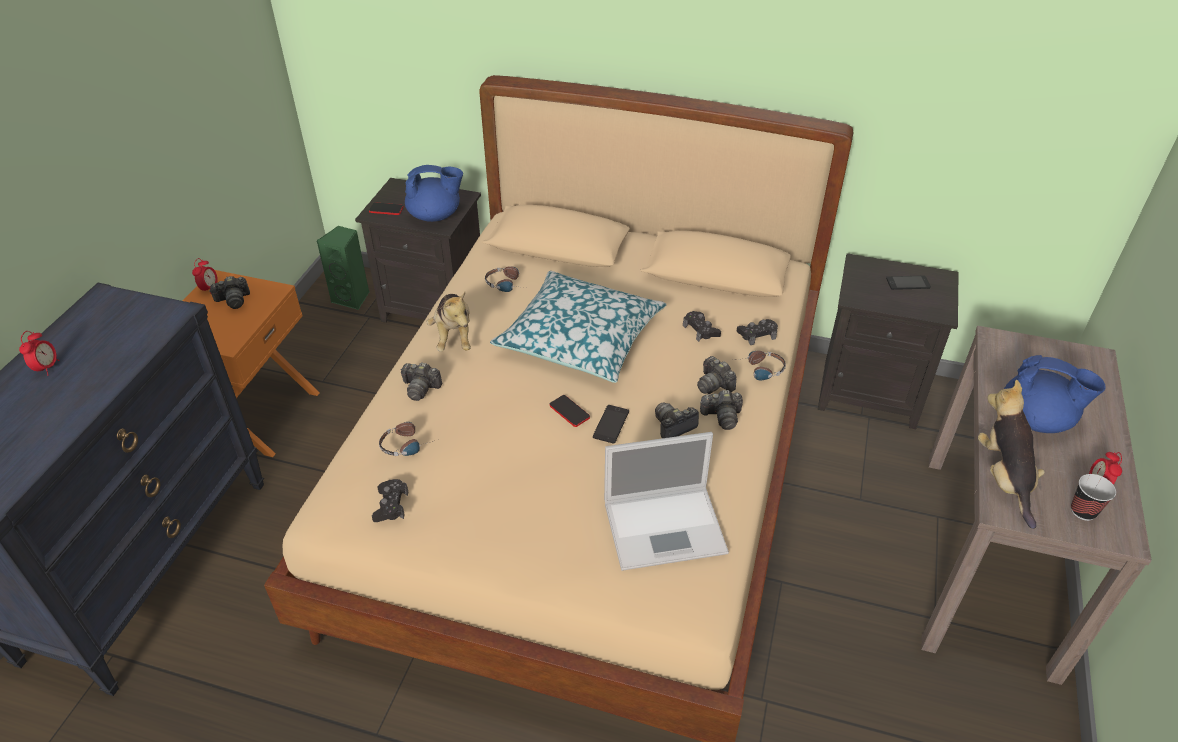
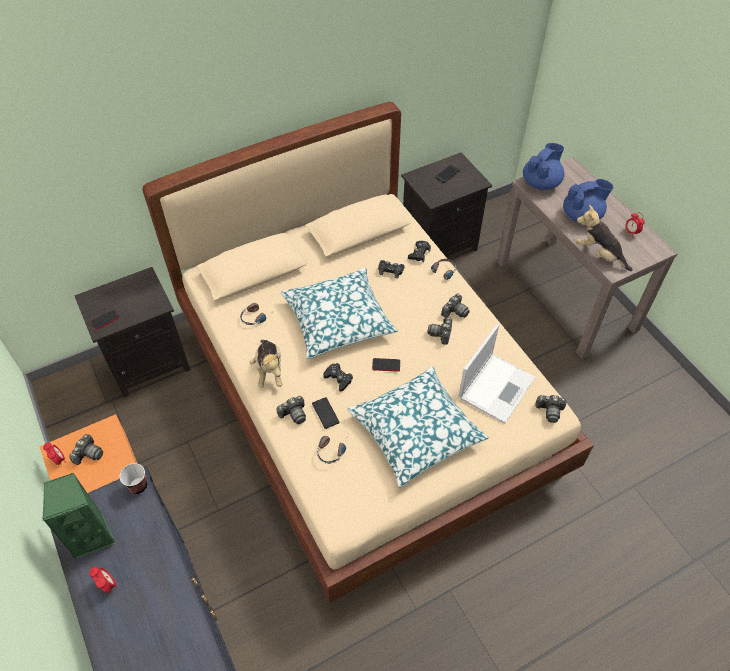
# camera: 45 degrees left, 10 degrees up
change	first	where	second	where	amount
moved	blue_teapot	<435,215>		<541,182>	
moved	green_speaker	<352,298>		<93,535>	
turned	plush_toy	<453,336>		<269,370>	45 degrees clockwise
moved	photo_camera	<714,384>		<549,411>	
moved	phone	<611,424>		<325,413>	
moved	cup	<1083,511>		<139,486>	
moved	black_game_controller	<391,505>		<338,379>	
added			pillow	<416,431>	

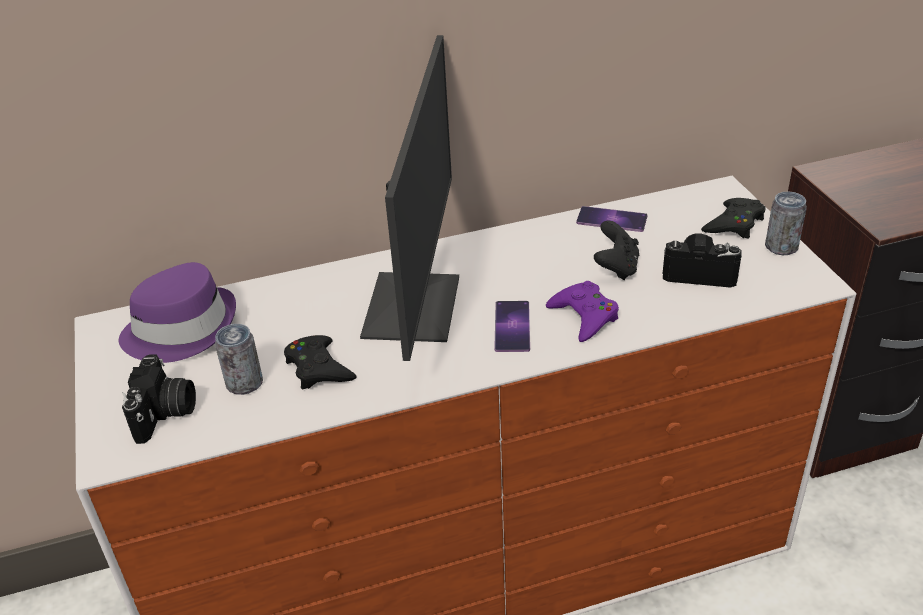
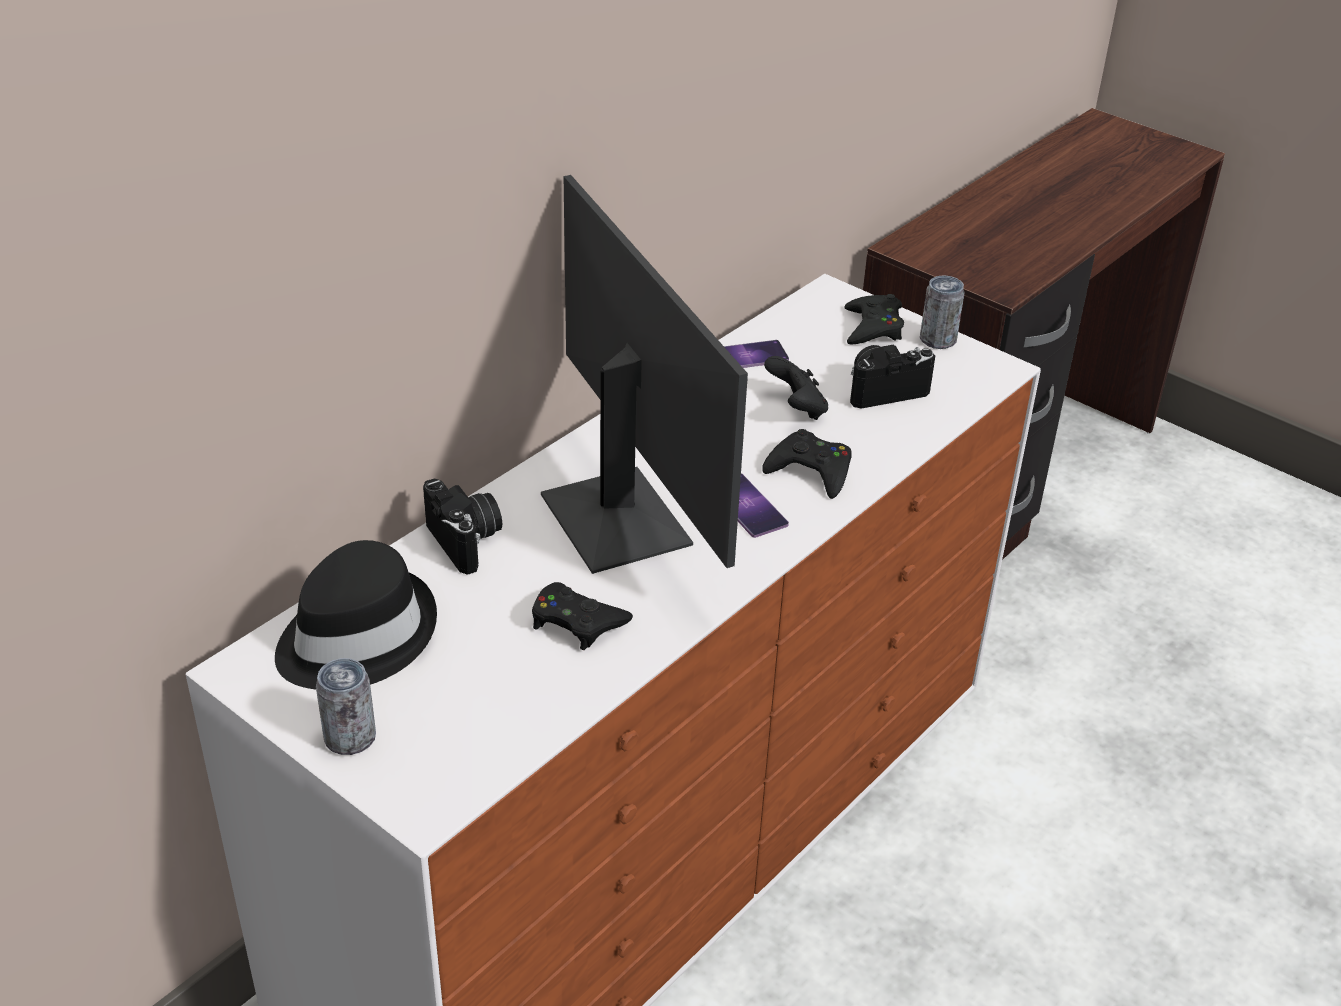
# camera: 35 degrees left, 0 degrees up
change	first	where	second	where	amount
recoloured	purple_hat	<181,329>	black_hat	<355,636>	
recoloured	purple_game_controller	<584,316>	black_game_controller	<811,471>	
moved	can	<244,383>		<350,738>	
moved	photo_camera	<165,414>		<467,541>	

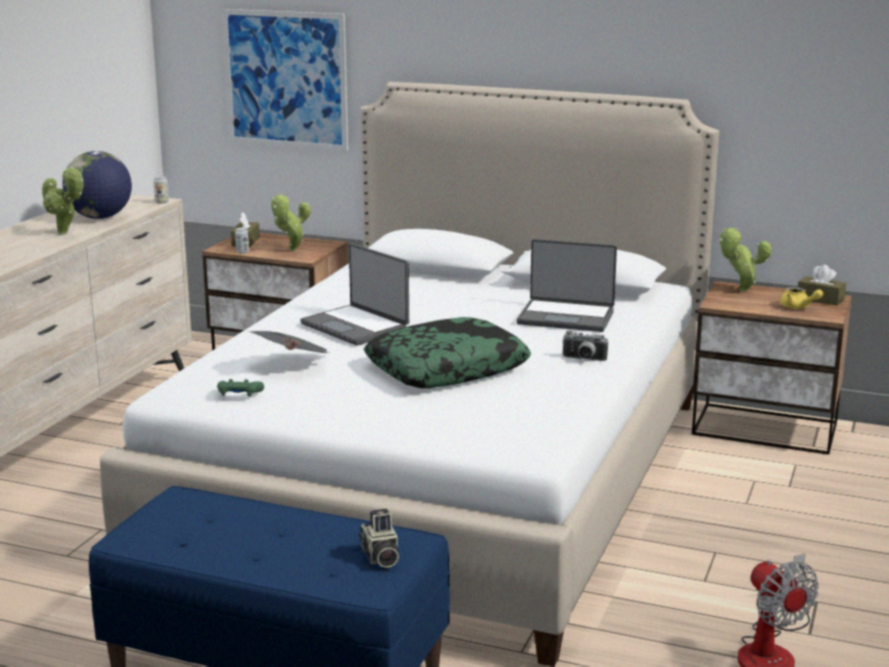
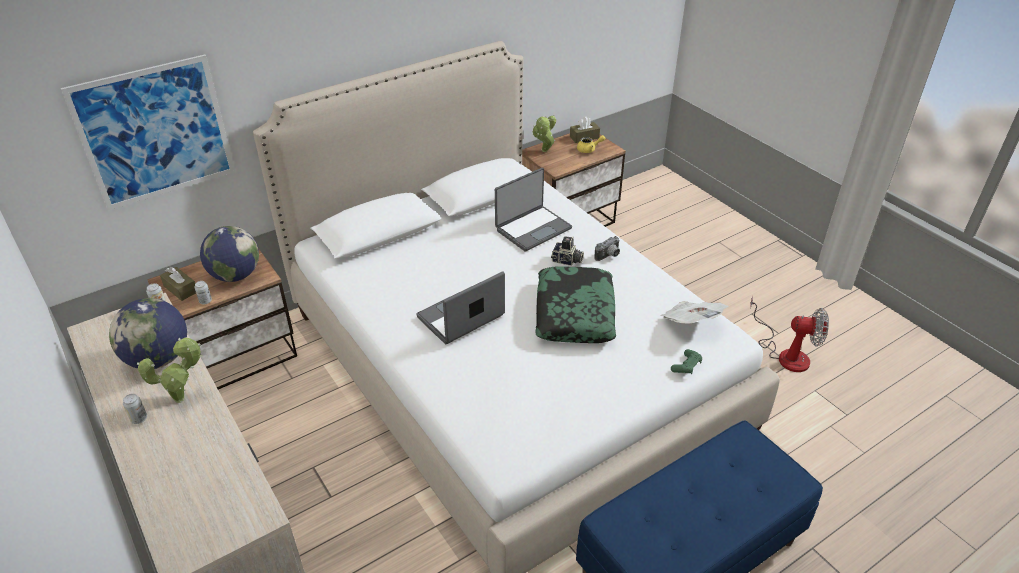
# camera: 55 degrees left, 20 degrees up
change	first	where	second	where	amount
replaced	potted_plant	<291,250>	globe	<235,275>	
turned	laptop	<356,326>		<461,317>	150 degrees clockwise
moved	newspaper	<294,364>		<691,323>	
moved	green_game_controller	<239,394>		<686,366>	
moved	photo_camera	<380,557>		<567,261>	
added			can	<139,419>	

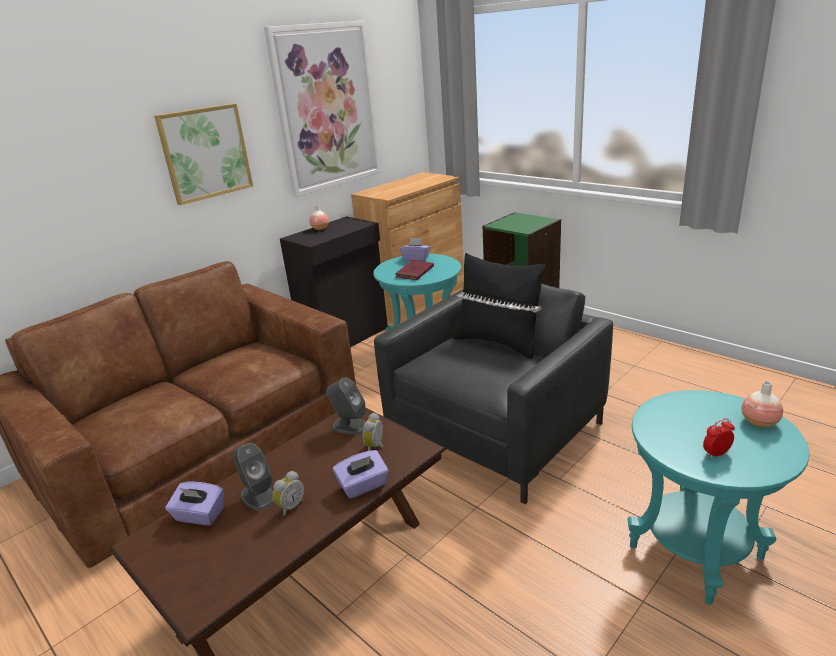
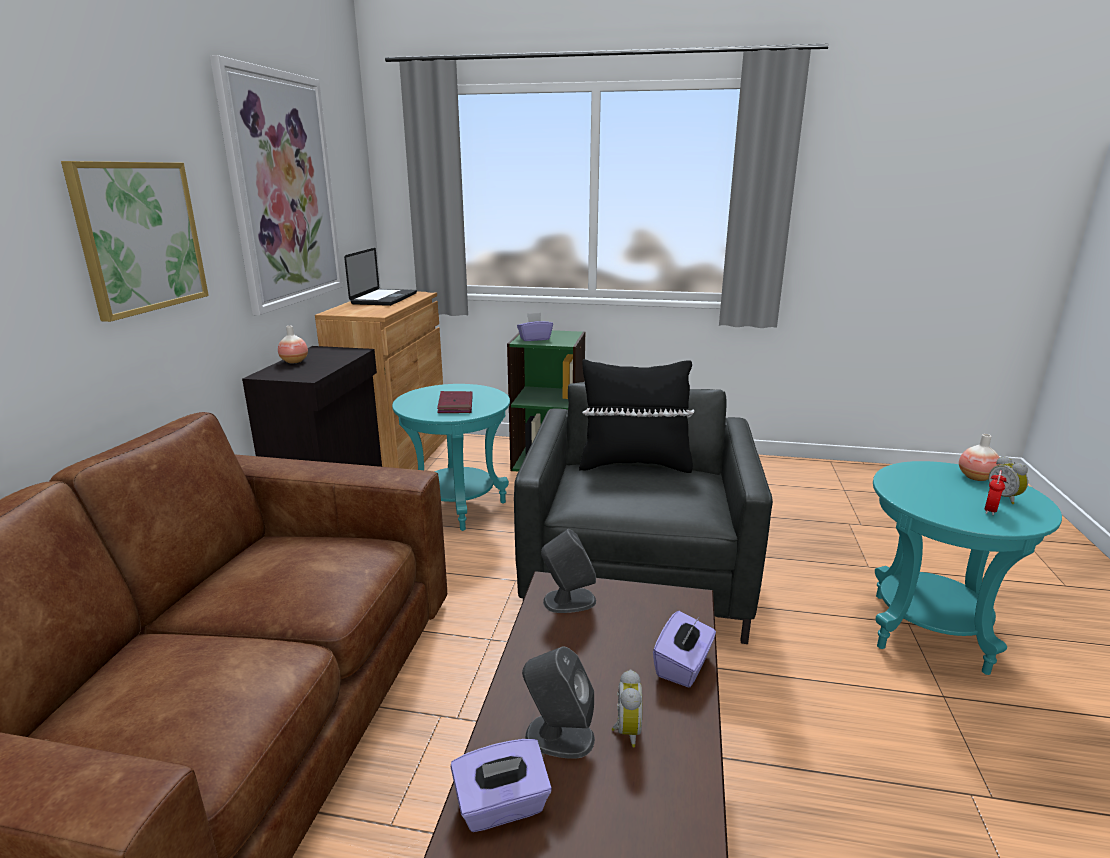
# camera: 35 degrees left, 5 degrees down
change	first	where	second	where	amount
moved	purple_tissue_box	<416,259>		<534,339>	
moved	alarm_clock	<376,446>		<1004,498>	
added			laptop	<384,299>	

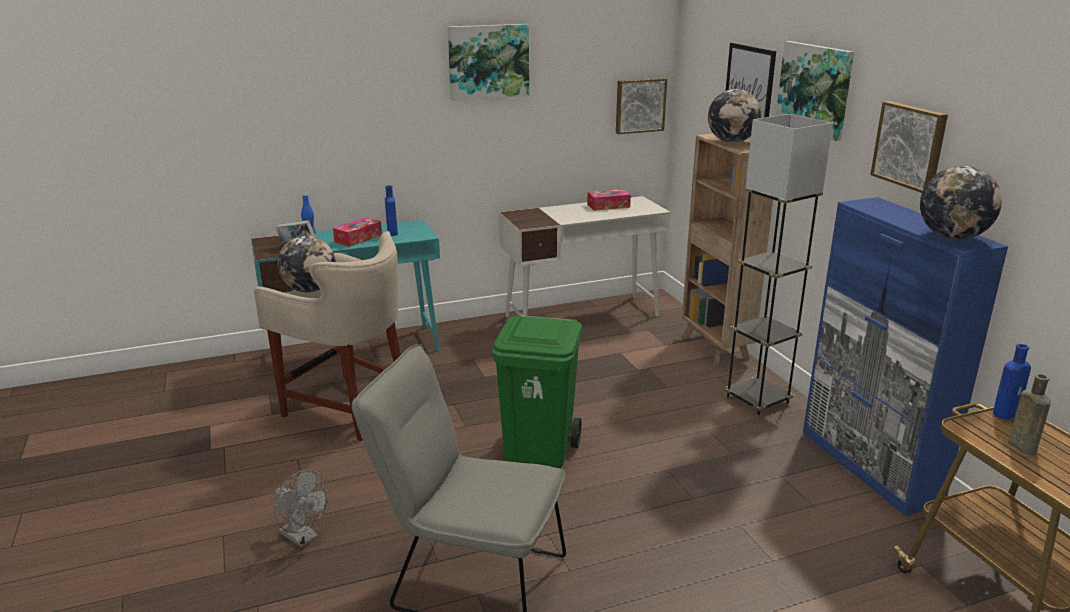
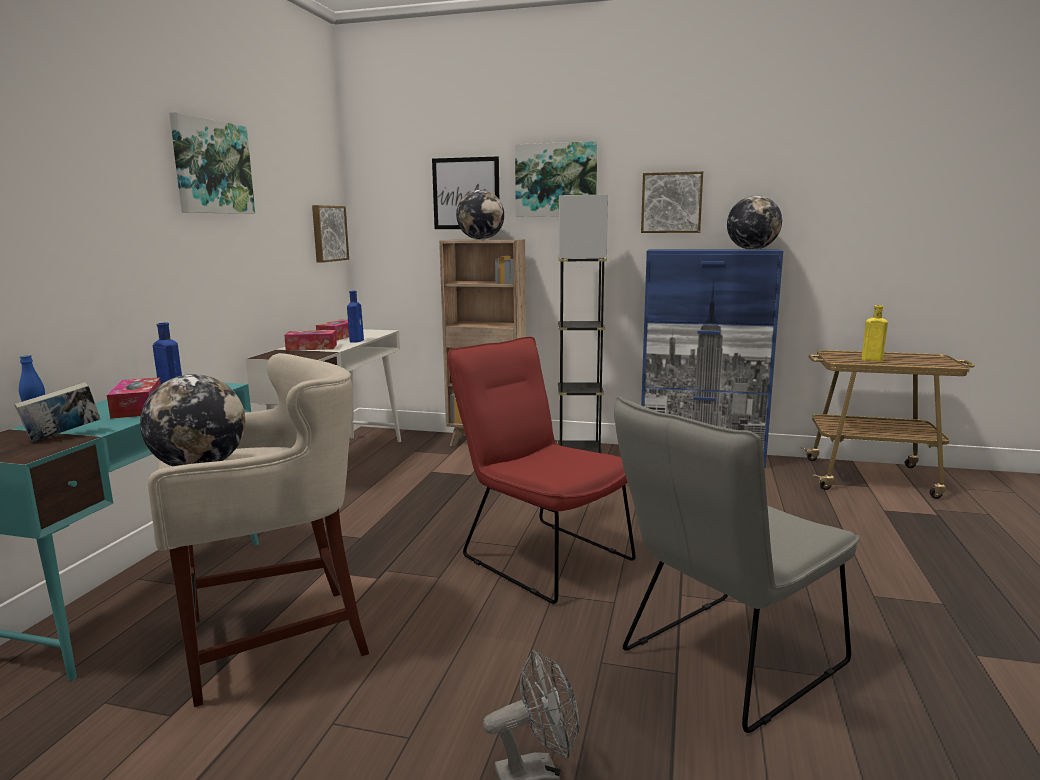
# camera: 55 degrees left, 10 degrees down
change	first	where	second	where	amount
replaced	green_trash_can	<539,451>	red_chair	<539,554>	
moved	blue_bottle	<1006,413>		<357,340>	
recoloured	brown_bottle	<1020,446>	yellow_bottle	<870,360>	
added			tissue_box	<311,347>	

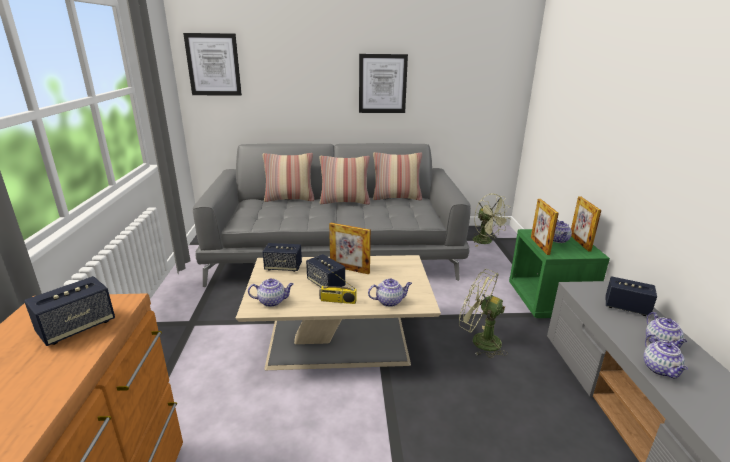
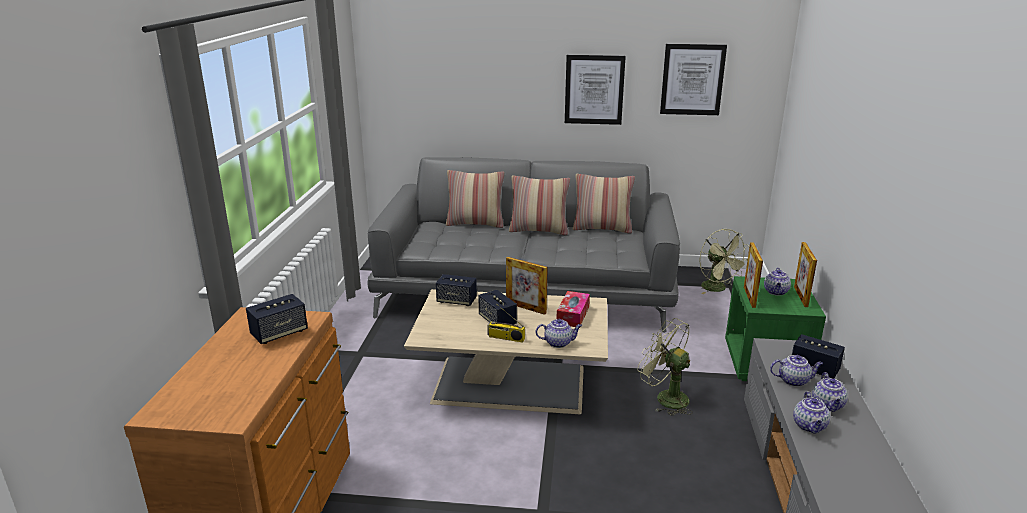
# camera: 10 degrees right, 0 degrees up
change	first	where	second	where	amount
moved	picture	<213,65>		<692,79>	
moved	teapot	<272,301>		<794,380>	
added			tissue_box	<573,315>	

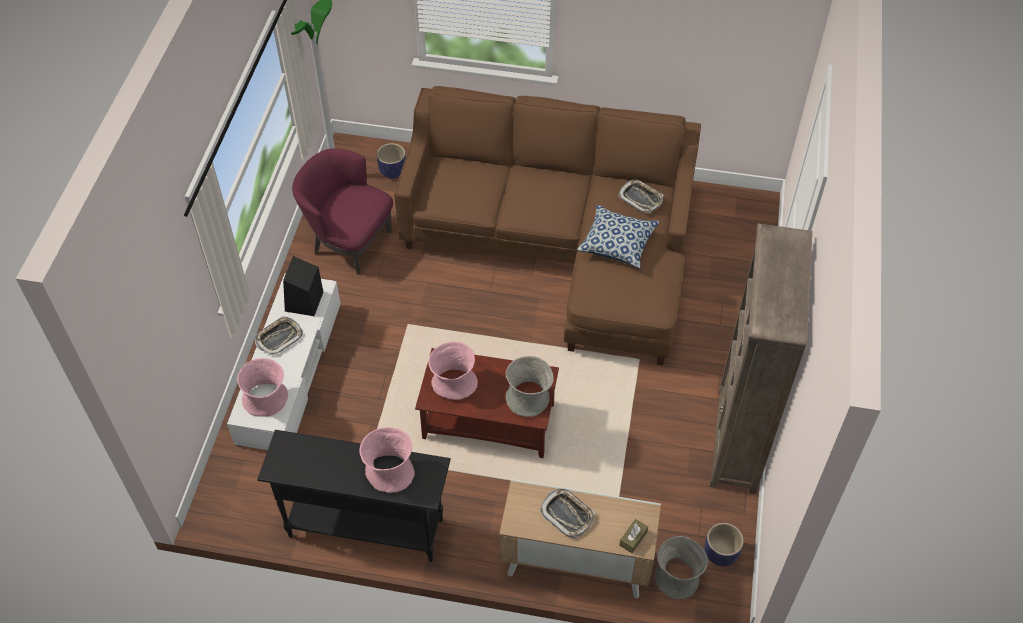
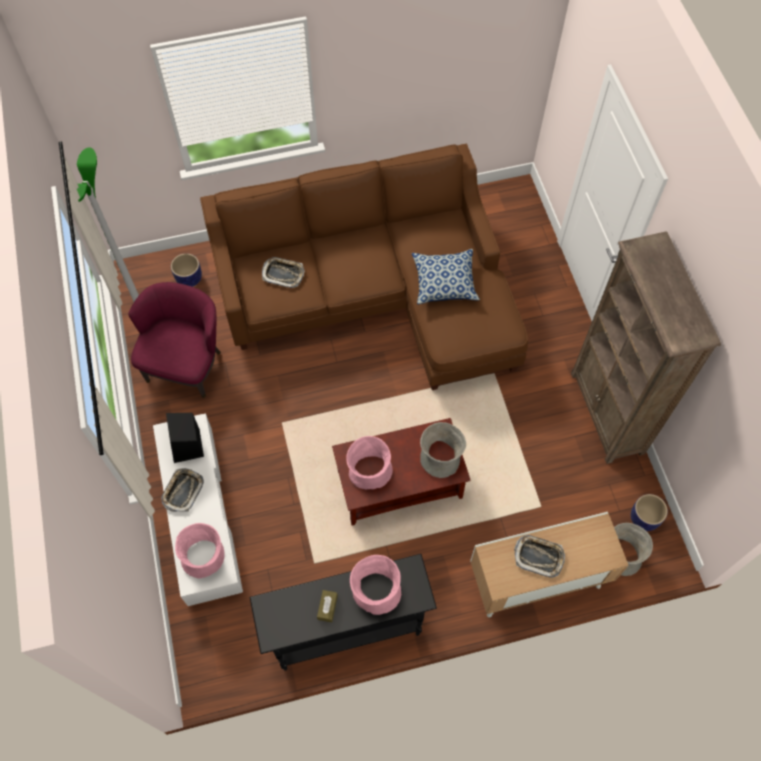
# camera: 25 degrees left, 10 degrees up
change	first	where	second	where	amount
turned	purple_armchair	<349,242>		<186,364>	105 degrees clockwise
moved	tray	<640,198>		<283,274>	
moved	brown_tissue_box	<633,538>		<327,607>	

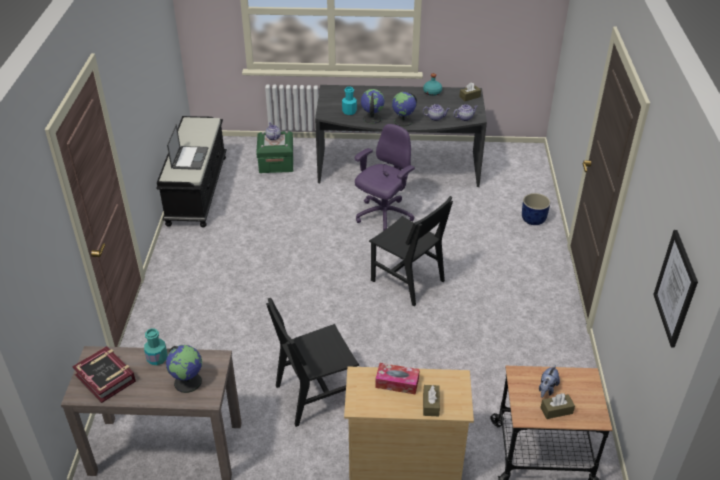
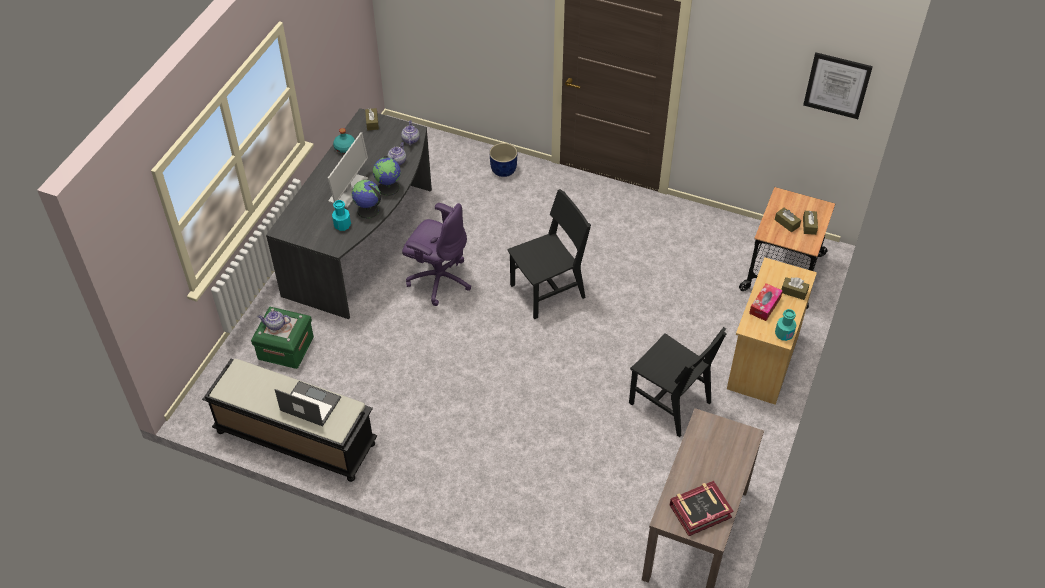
# camera: 70 degrees left, 10 degrees up
change	first	where	second	where	amount
turned	purple_office_chair	<383,216>		<439,279>	150 degrees clockwise
turned	black_chair	<315,395>		<669,403>	45 degrees counterclockwise
moved	turquoise_bottle	<157,358>		<784,334>	
removed	globe	<188,381>			
replaced	plush_toy	<547,389>	brown_tissue_box	<787,223>	
added			monitor	<348,190>	

